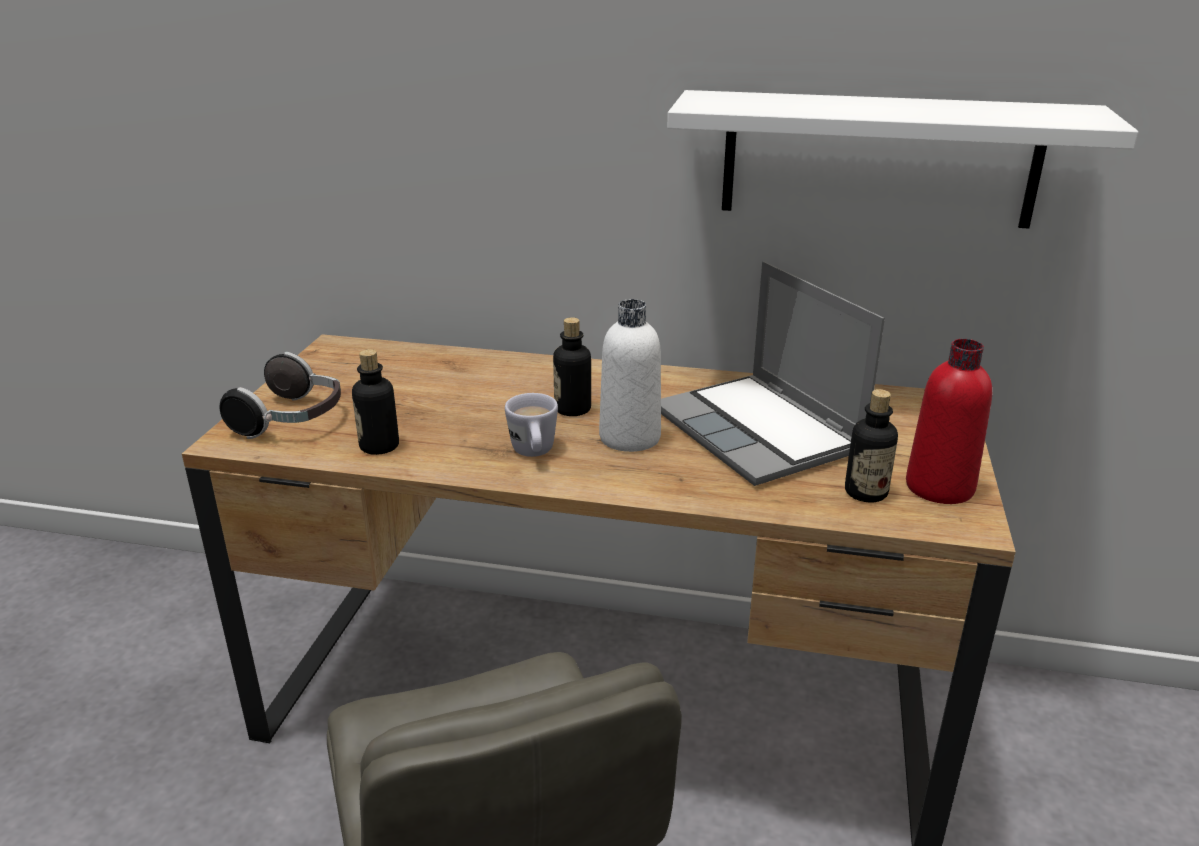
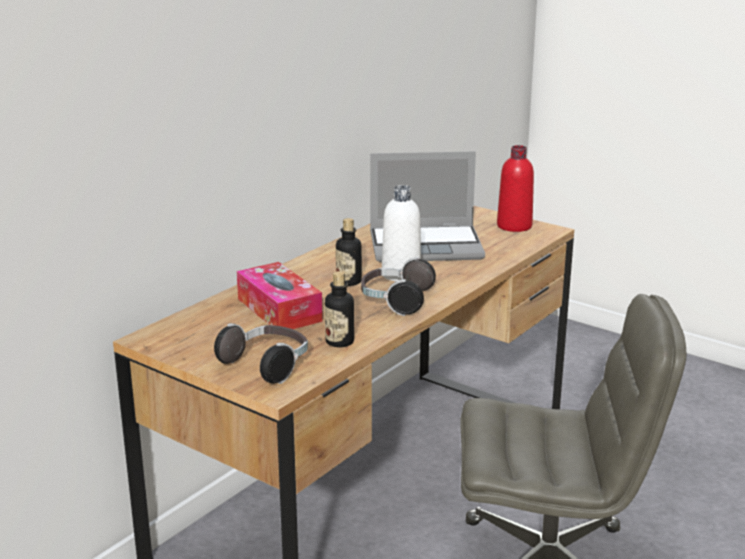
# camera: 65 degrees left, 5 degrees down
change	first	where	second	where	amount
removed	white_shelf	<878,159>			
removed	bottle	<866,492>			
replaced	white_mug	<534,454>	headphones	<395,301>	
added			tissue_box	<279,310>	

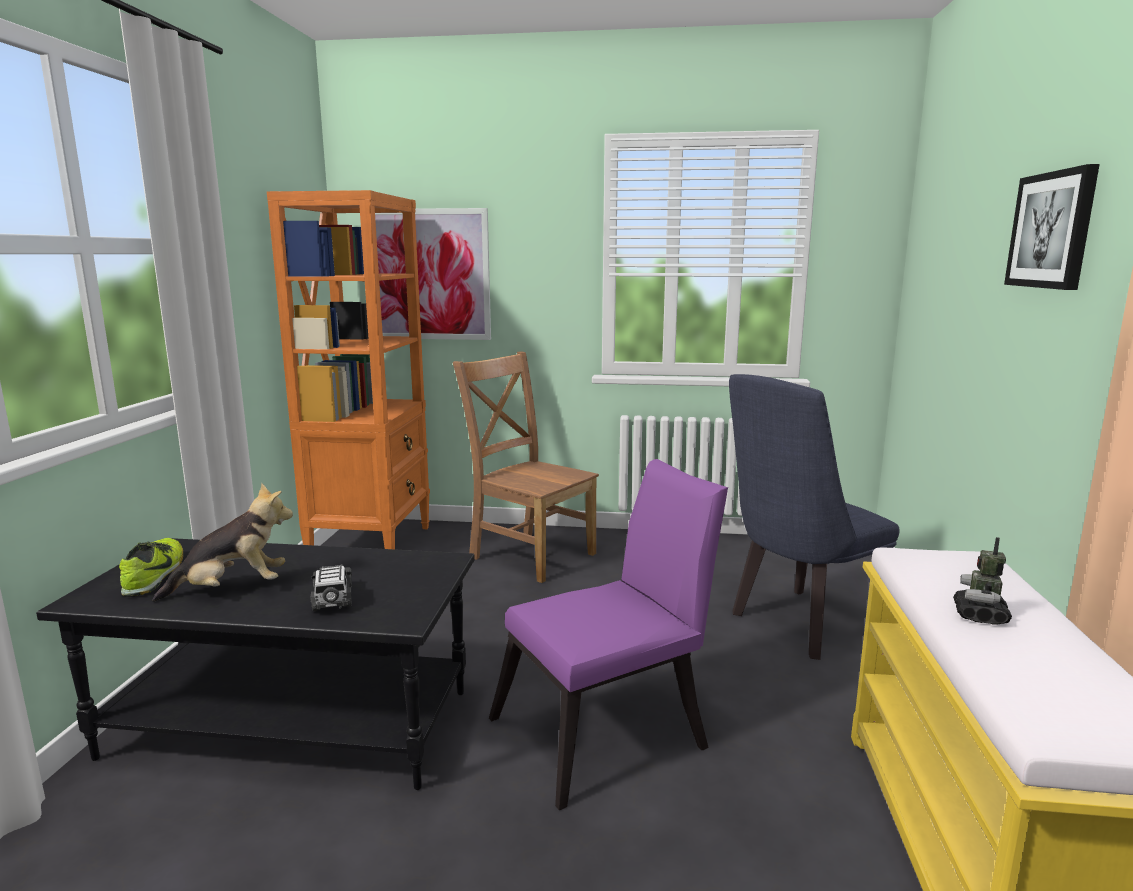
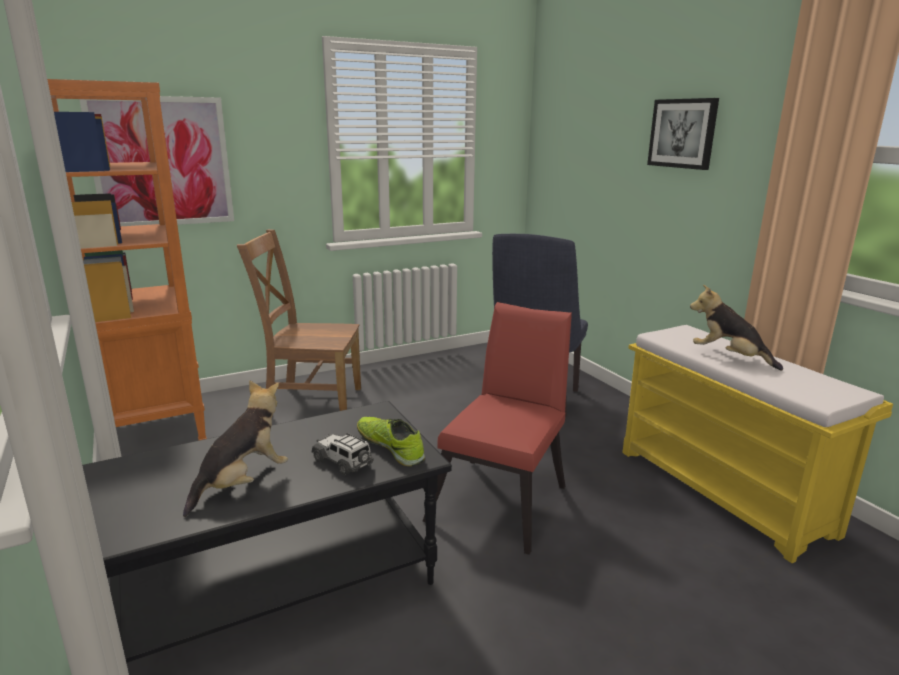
# camera: 35 degrees left, 5 degrees up
change	first	where	second	where	amount
recoloured	purple_chair	<609,730>	red_chair	<503,498>	
replaced	toy_robot	<980,615>	plush_toy	<729,357>	
moved	shoe	<155,575>		<390,447>	

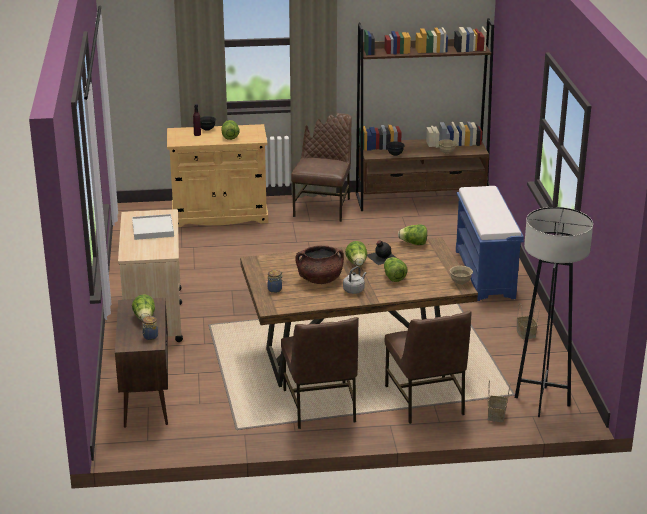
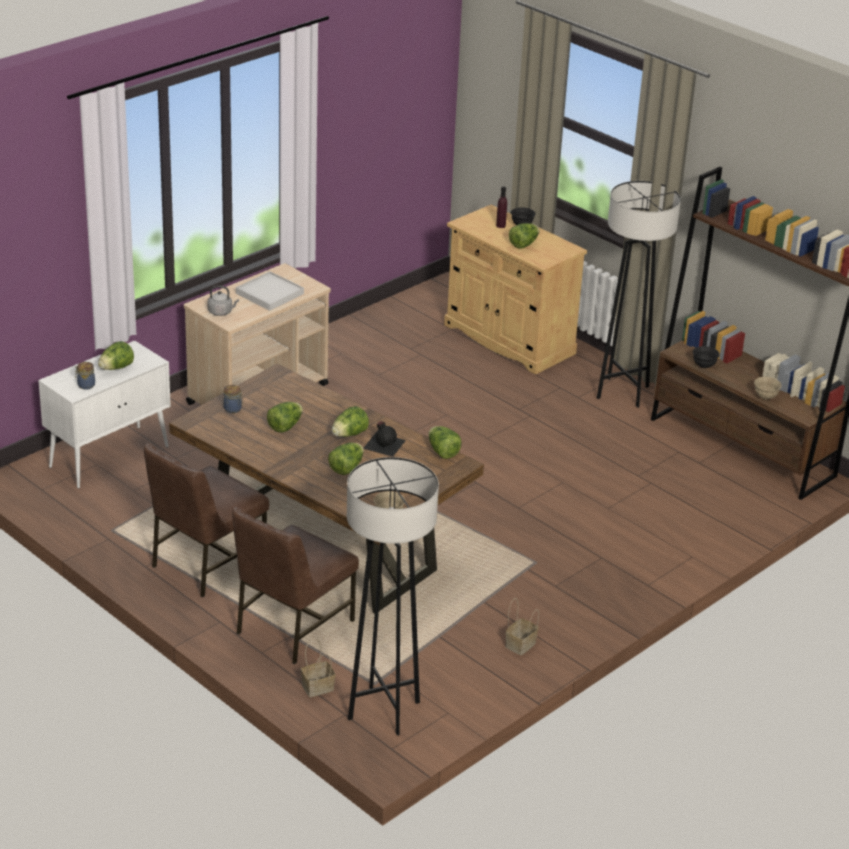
# camera: 50 degrees right, 5 degrees up
change	first	where	second	where	amount
replaced	brown_chair	<323,207>	grey_floor_lamp	<622,392>	
removed	blue_bench	<485,274>			
replaced	brown_cooking_pot	<320,280>	lettuce	<285,426>	
moved	grey_kettle	<354,290>		<221,312>	
recoloured	brown_cabinet	<146,398>	white_cabinet	<110,456>	

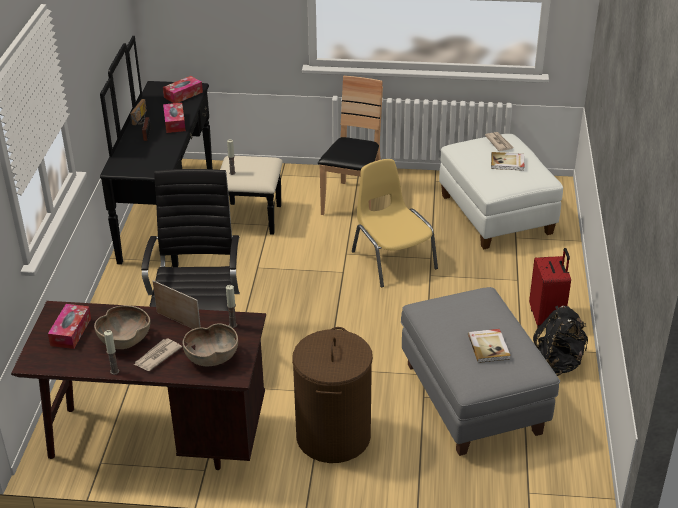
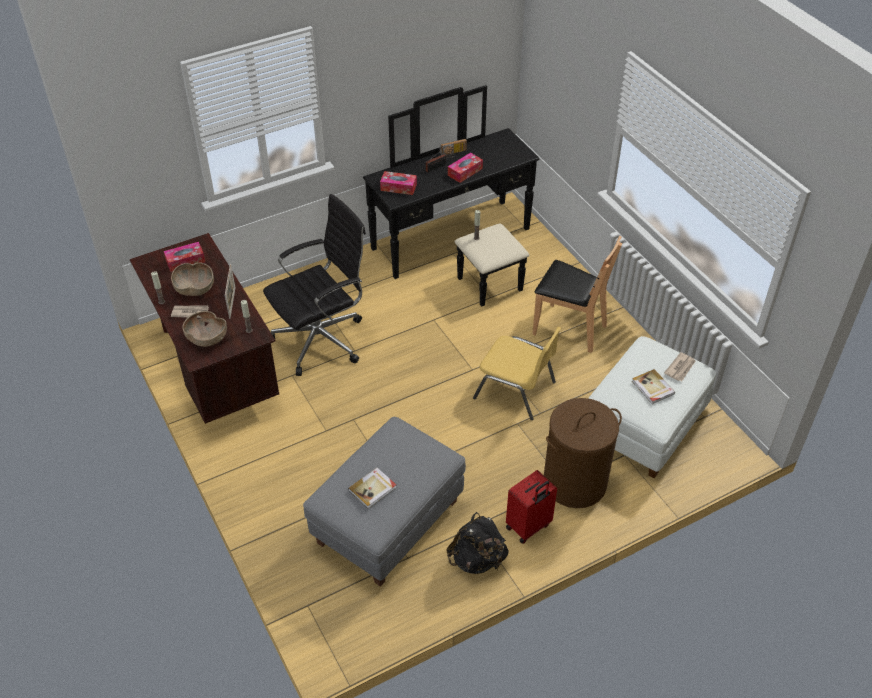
# camera: 55 degrees right, 10 degrees up
change	first	where	second	where	amount
moved	tissue_box	<183,95>		<398,187>	
turned	brown_chair	<353,202>		<569,328>	45 degrees clockwise
turned	yellow_chair	<392,259>		<516,390>	90 degrees clockwise
moved	brown_laundry_basket	<333,436>		<574,483>	

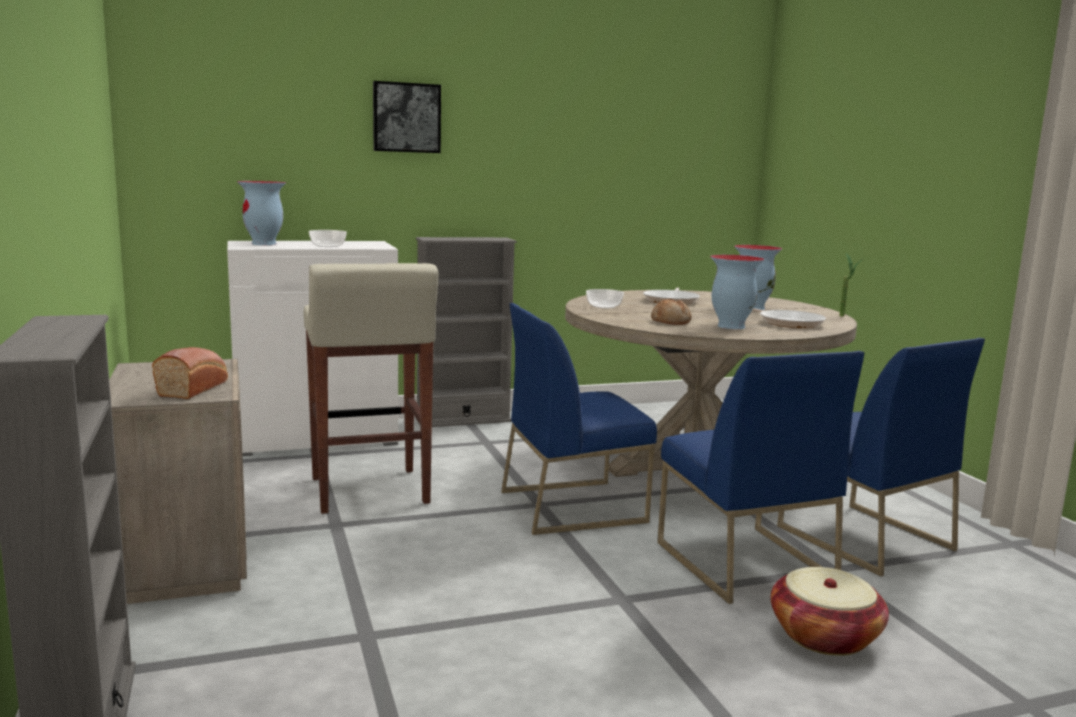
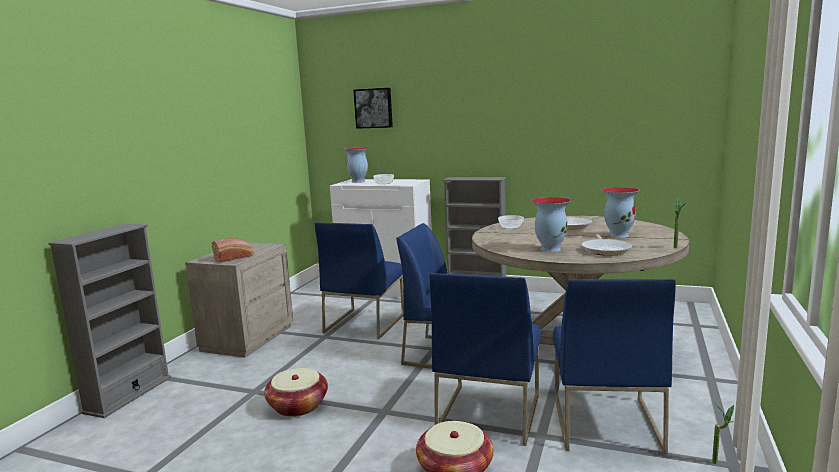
# camera: 40 degrees right, 0 degrees up
change	first	where	second	where	amount
moved	picture	<406,117>		<374,108>	
replaced	beige_stool	<369,492>	blue_chair	<364,323>	
removed	bread	<671,321>			
added			basket	<298,406>	
added			potted_plant	<719,462>	

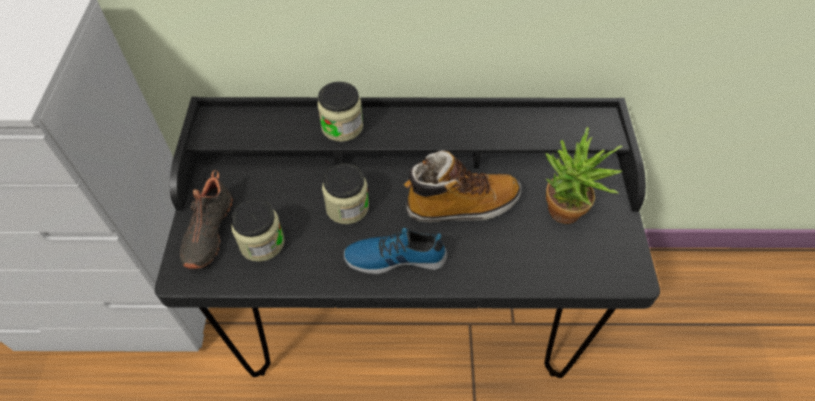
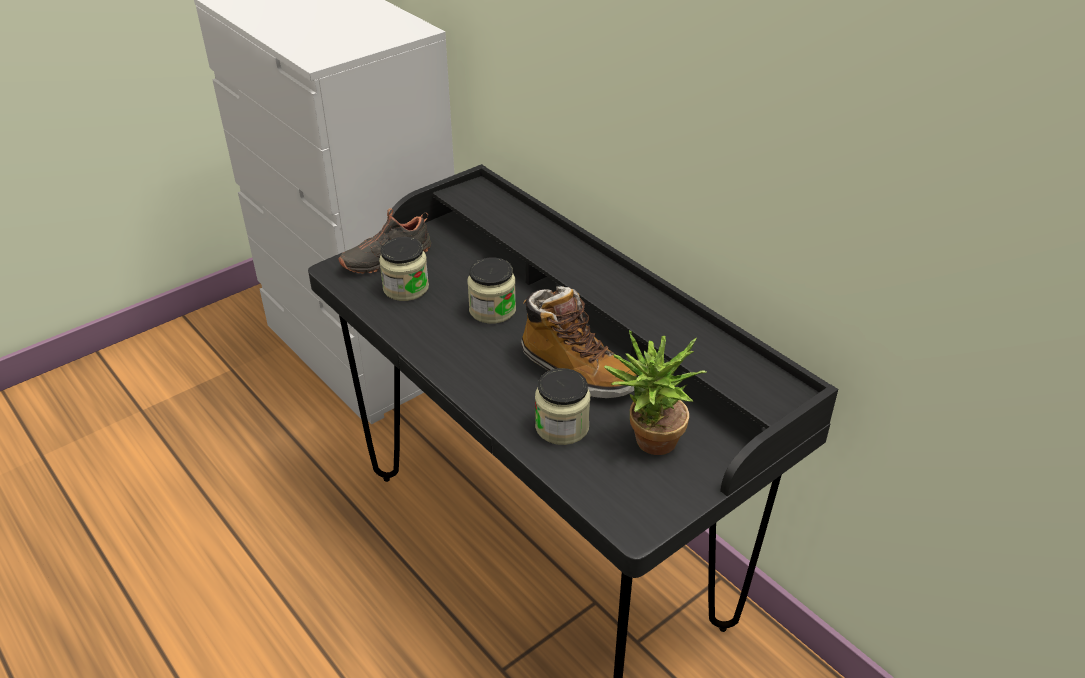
# camera: 50 degrees right, 15 degrees down
change	first	where	second	where	amount
moved	jar	<342,127>		<562,427>	
removed	shoe	<395,256>			

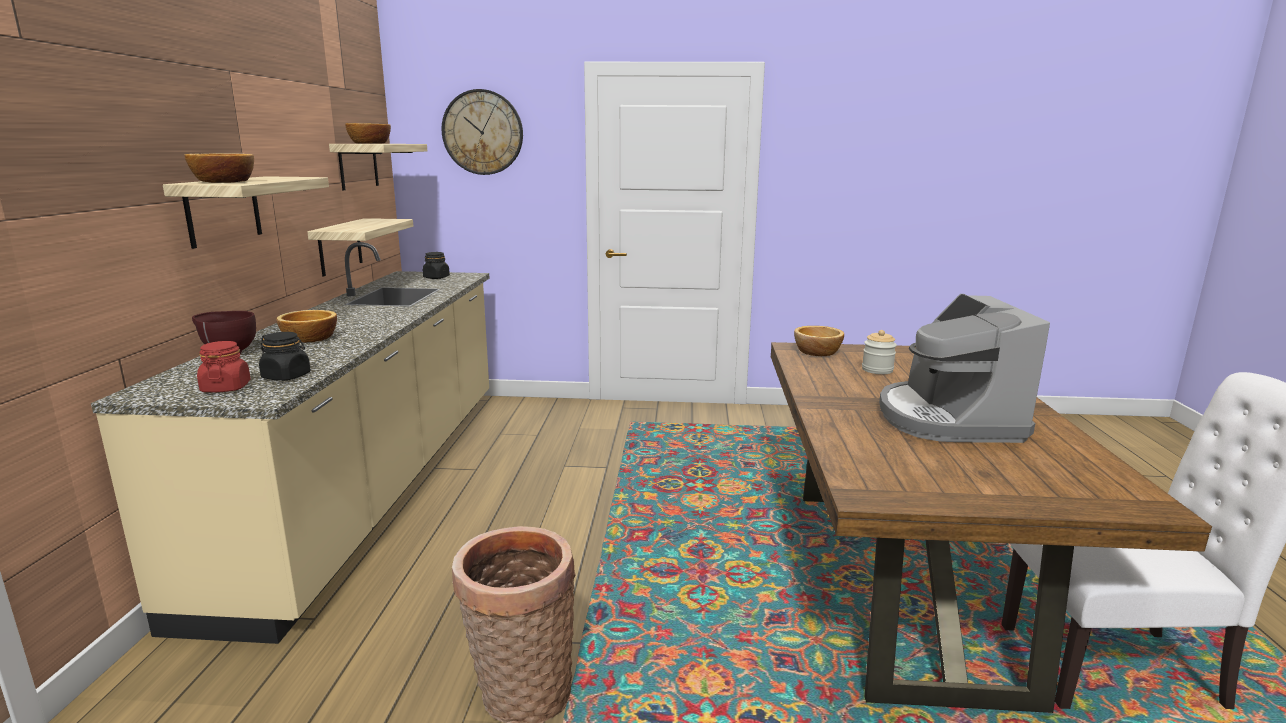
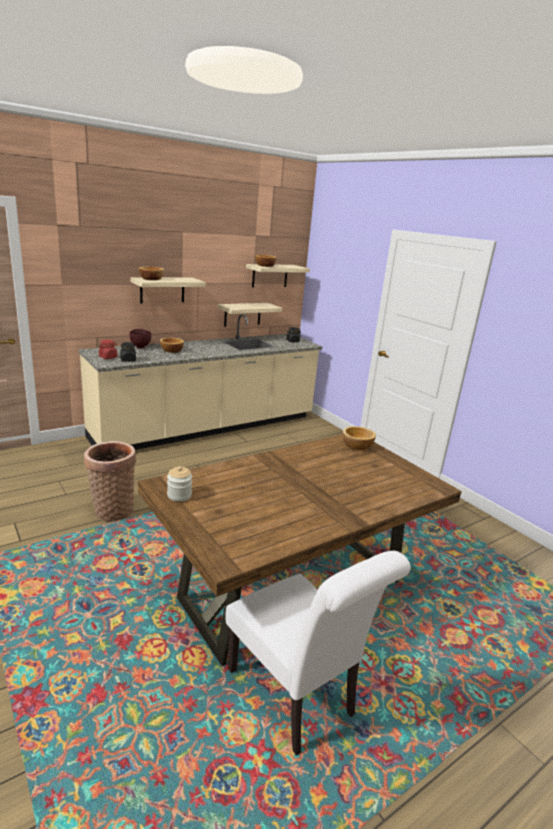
# camera: 50 degrees right, 5 degrees up
change	first	where	second	where	amount
removed	wall_clock	<482,132>			
removed	coffee_machine	<947,419>			
moved	jar	<877,370>		<179,495>	

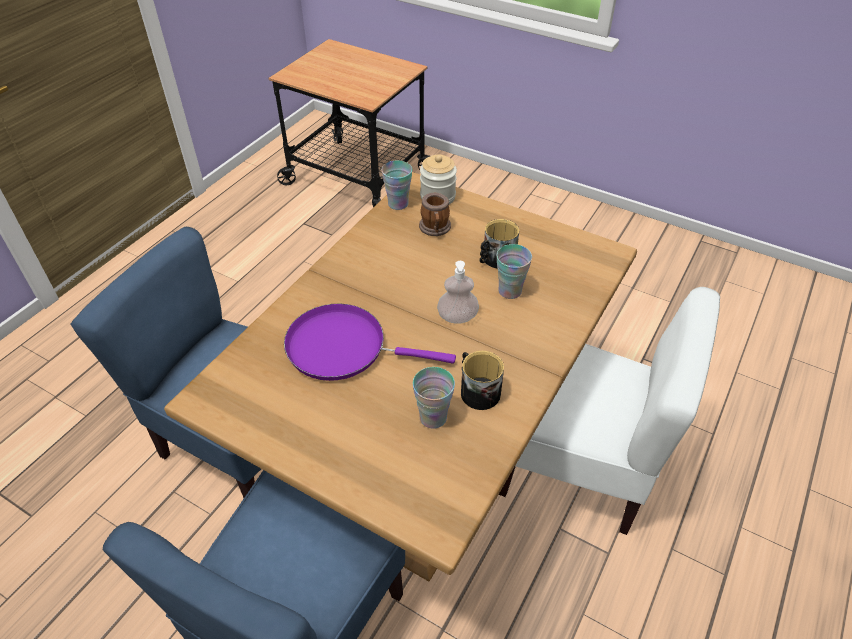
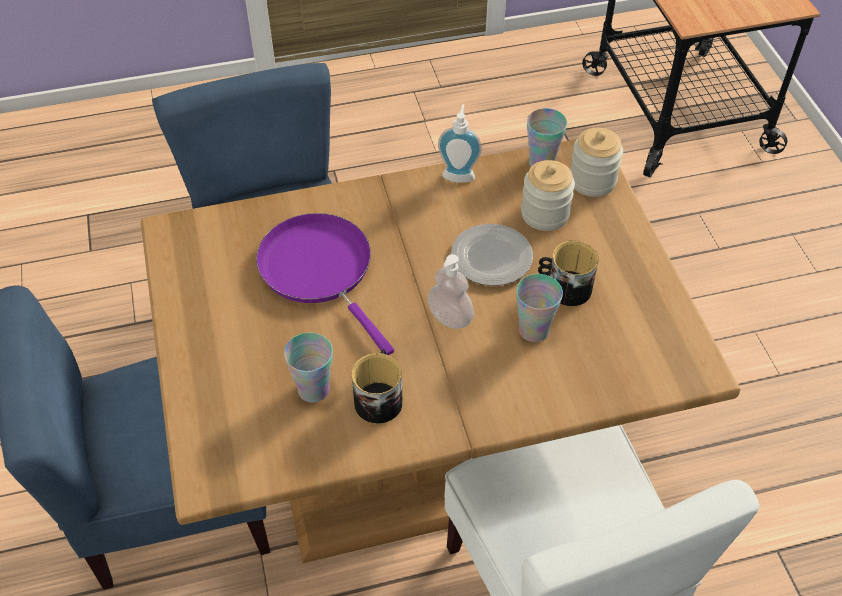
# camera: 45 degrees right, 5 degrees up
change	first	where	second	where	amount
replaced	mug	<435,229>	jar	<545,214>	
added			soap_dispenser	<459,174>	
added			plate	<490,258>	

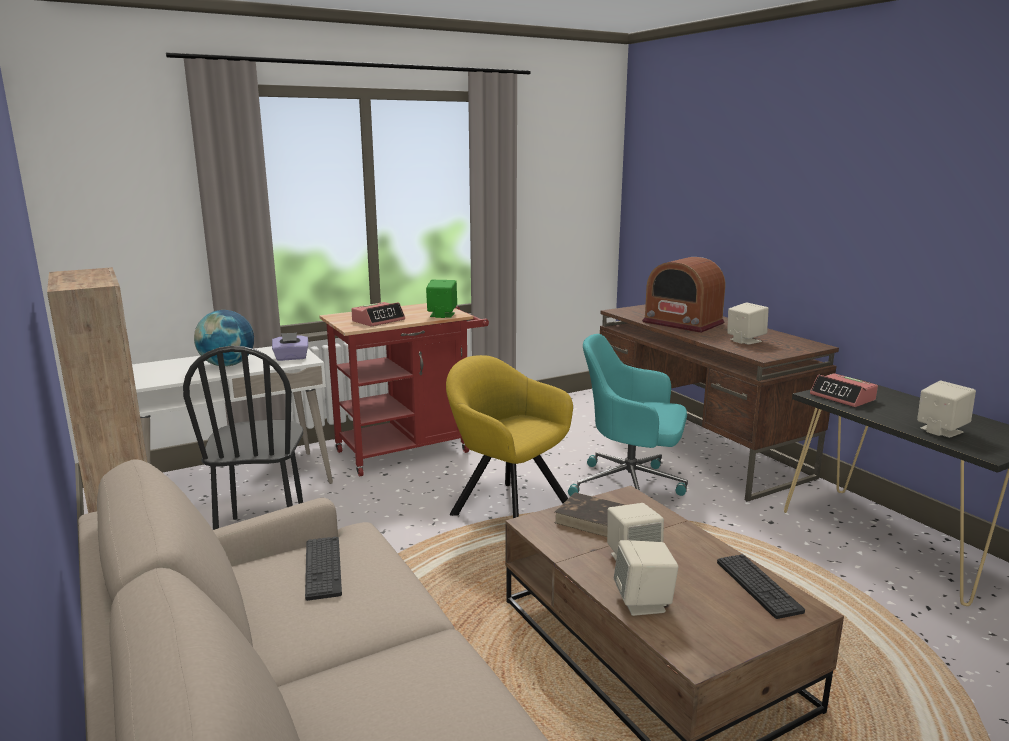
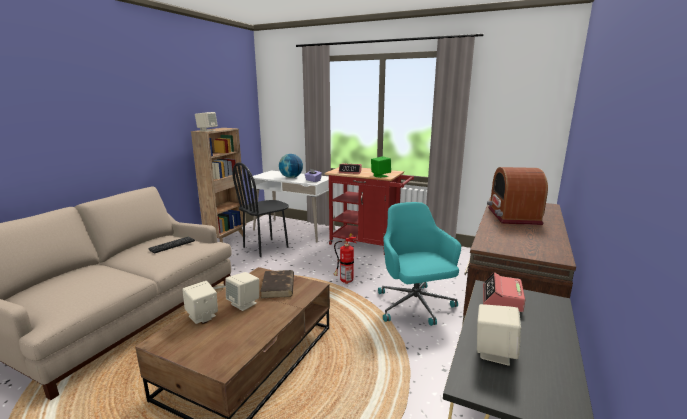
# camera: 55 degrees right, 0 degrees up
change	first	where	second	where	amount
moved	beige_speaker	<745,340>		<207,130>	
replaced	yellow_armchair	<506,507>	fire_extinguisher	<345,281>	
removed	keyboard	<758,586>			

